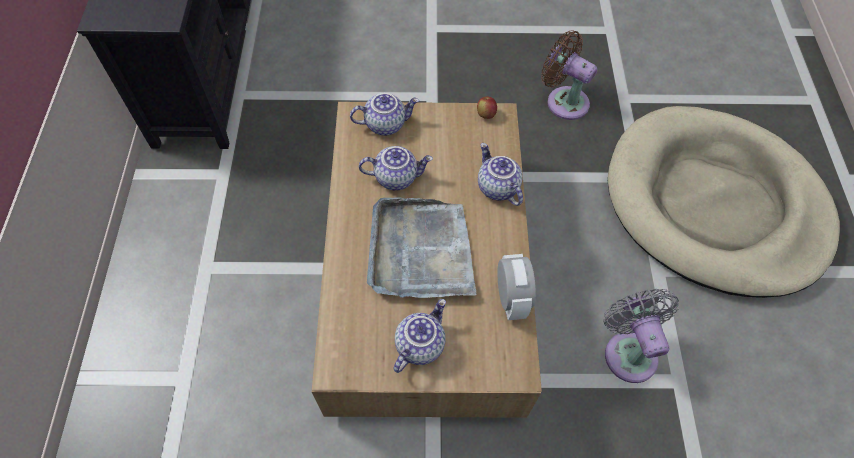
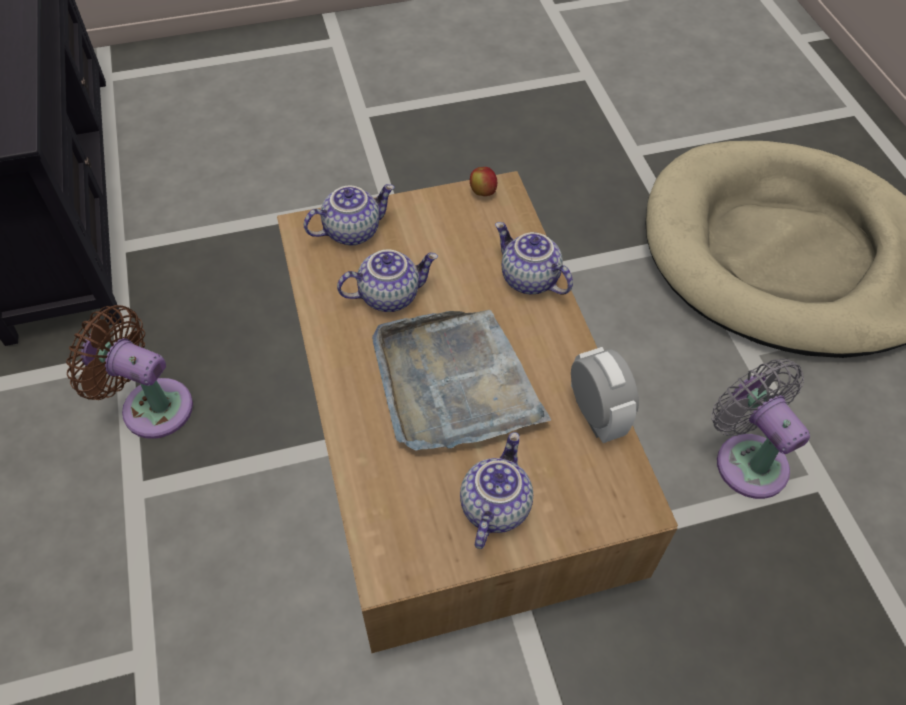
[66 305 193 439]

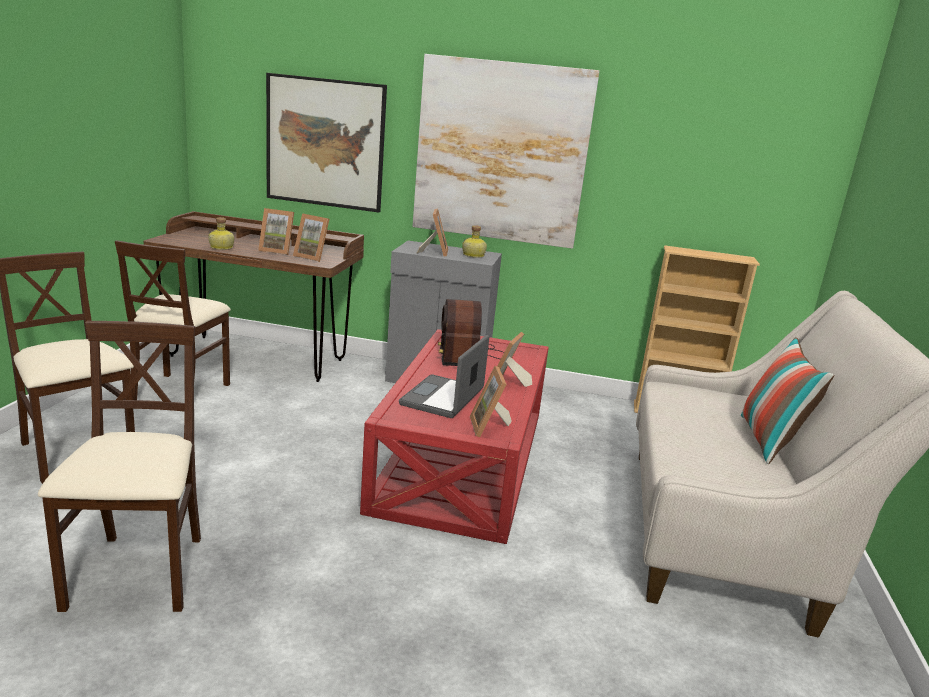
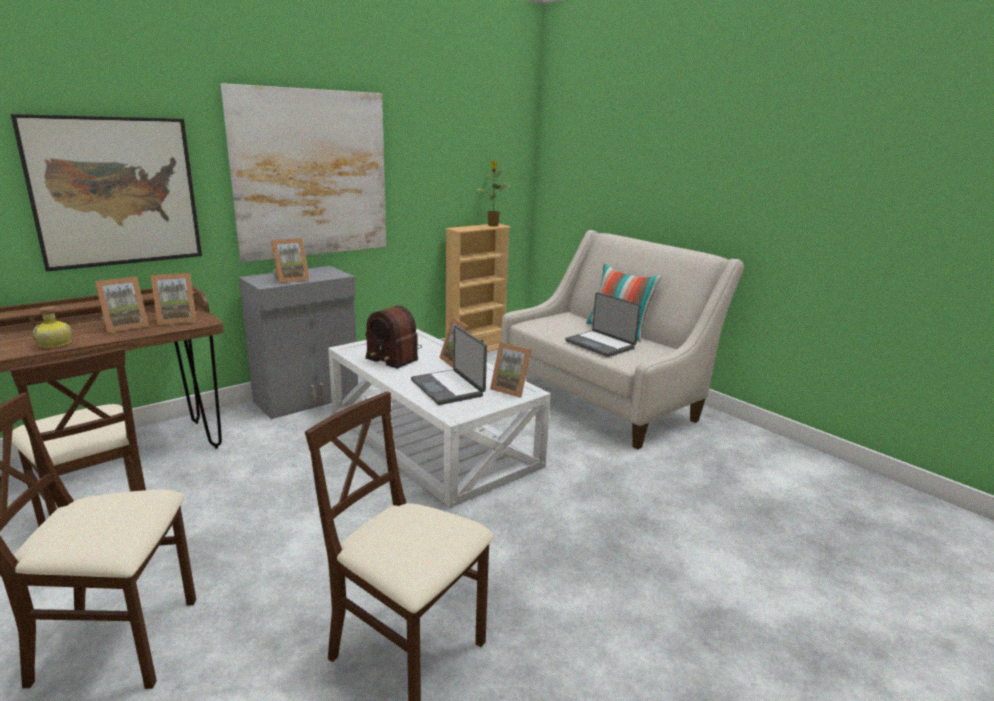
[328 329 551 508]
[271 238 310 283]
[462 225 487 258] (first image)
[476 160 512 227]
[565 292 641 357]

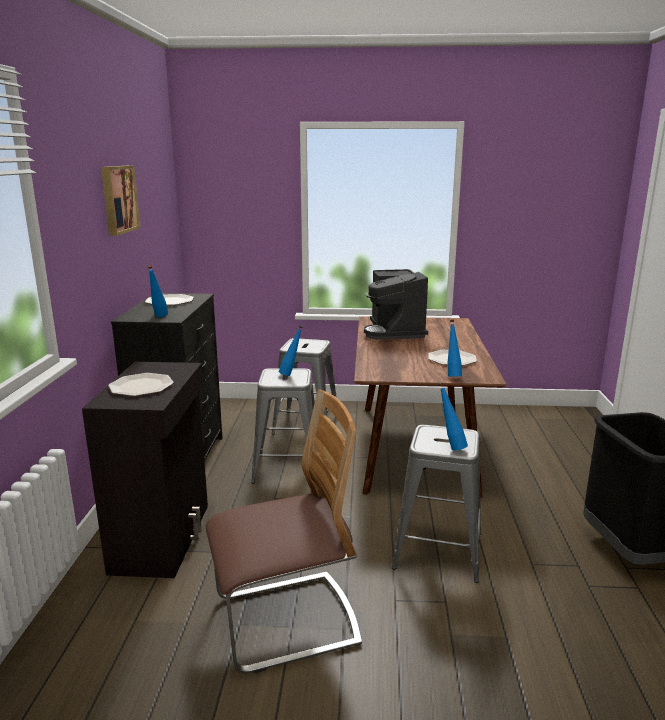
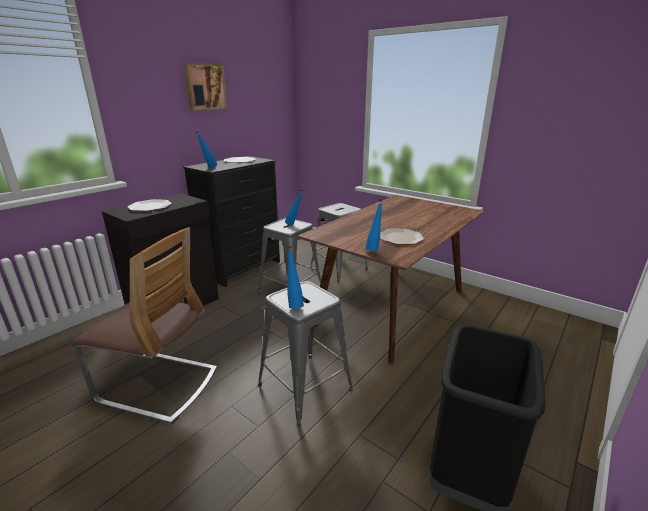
[364 269 428 340] (first image)

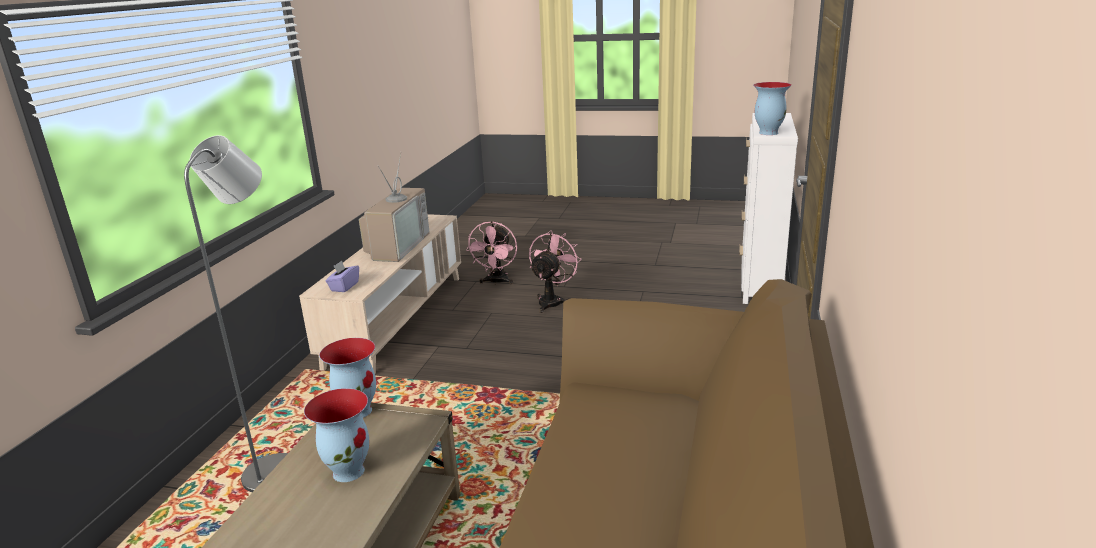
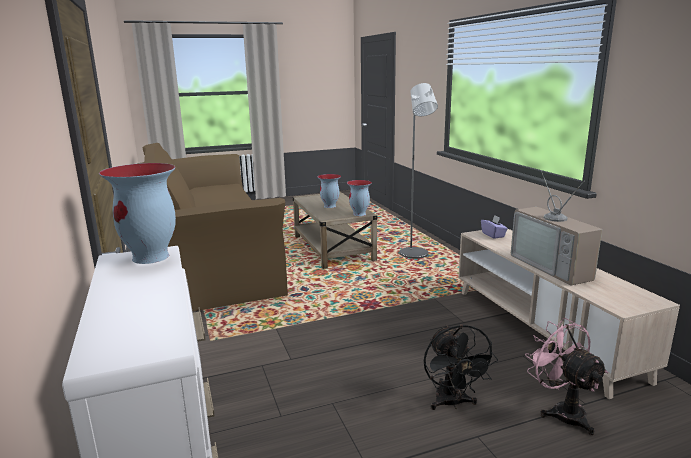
[424 324 498 410]

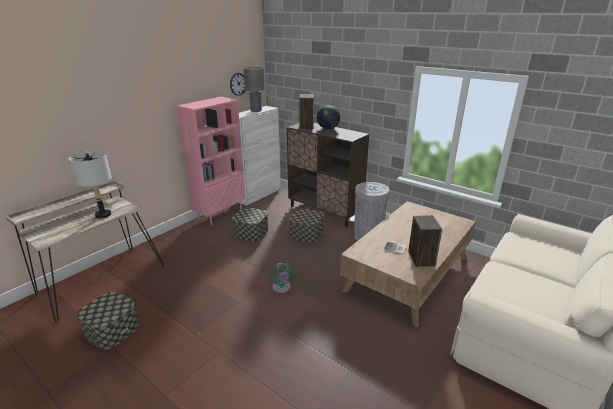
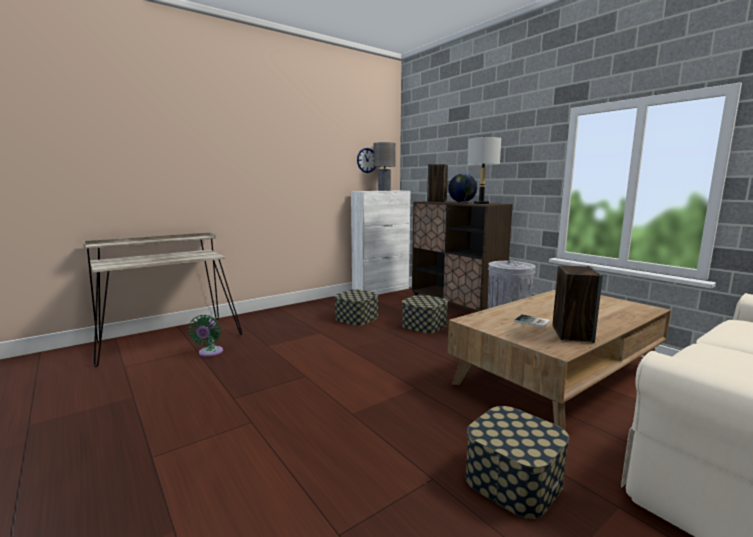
[467 136 501 204]
[466 406 569 519]
[177 97 245 226] (first image)
[188 315 223 357]

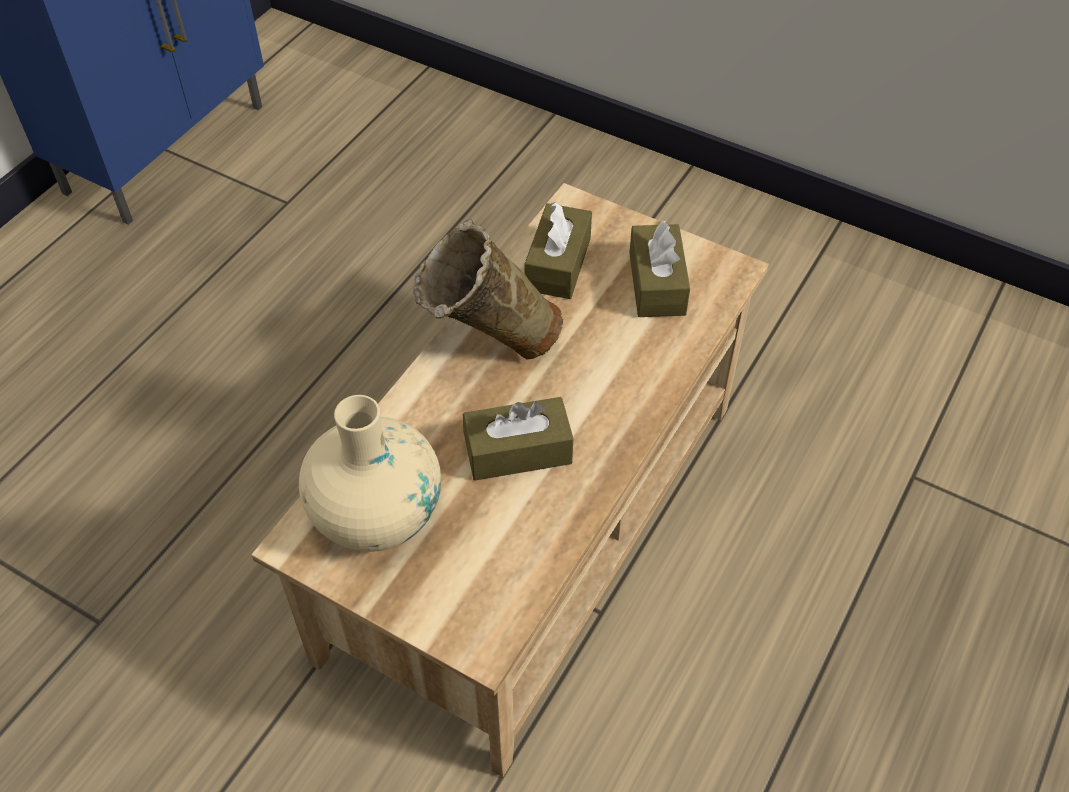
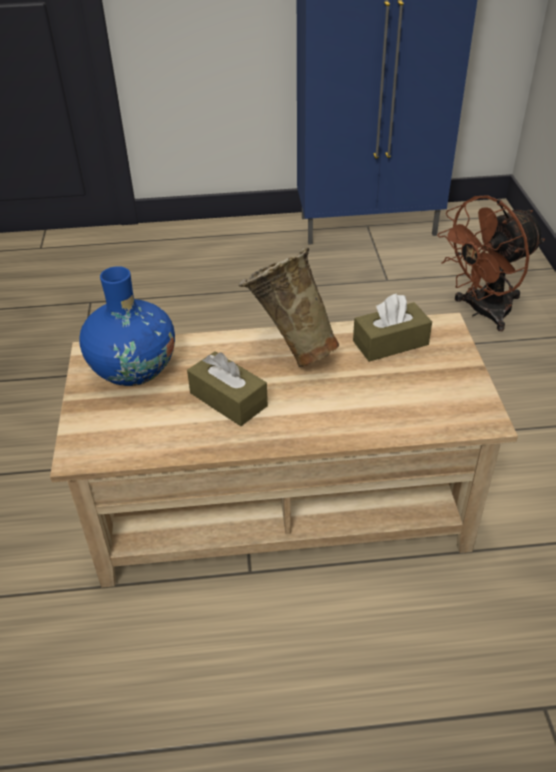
[79 266 175 386]
[629 220 690 317] (first image)
[437 195 545 331]

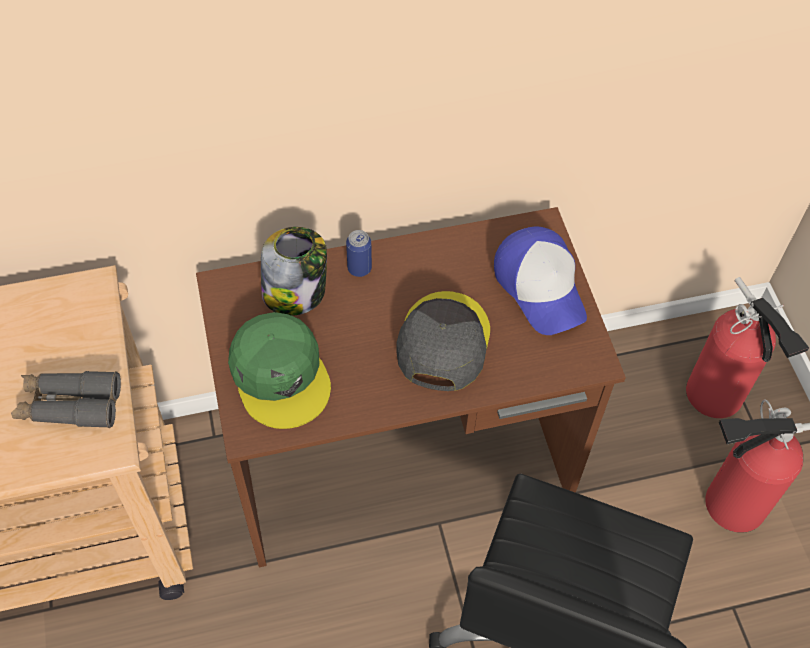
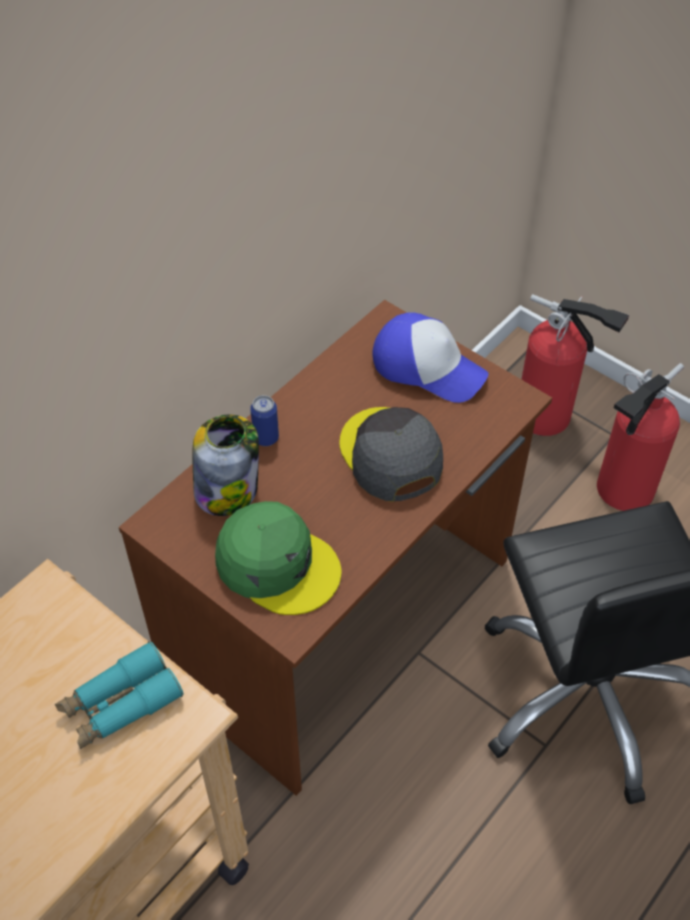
[55 641 183 749]

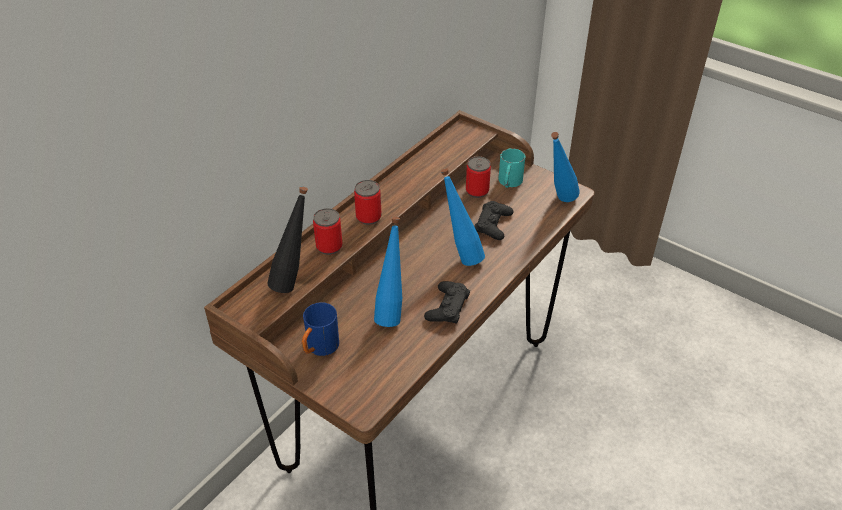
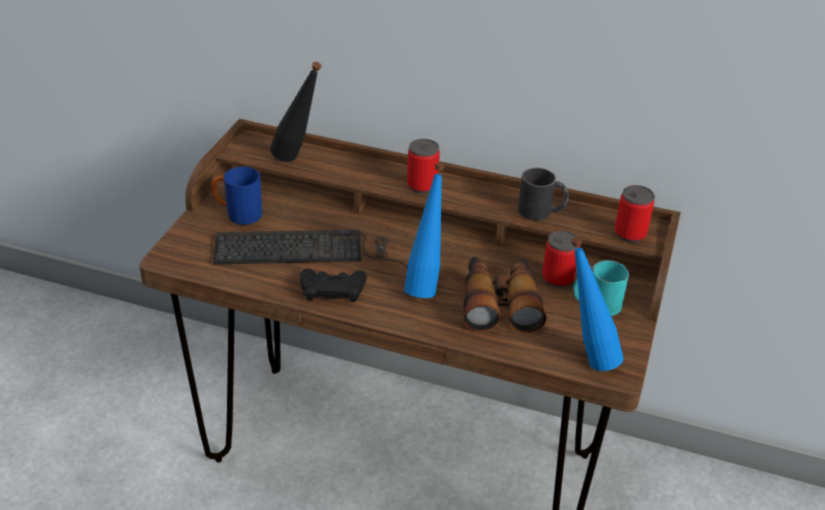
[615 185 655 243]
[213 230 408 268]
[463 257 546 333]
[518 168 569 221]

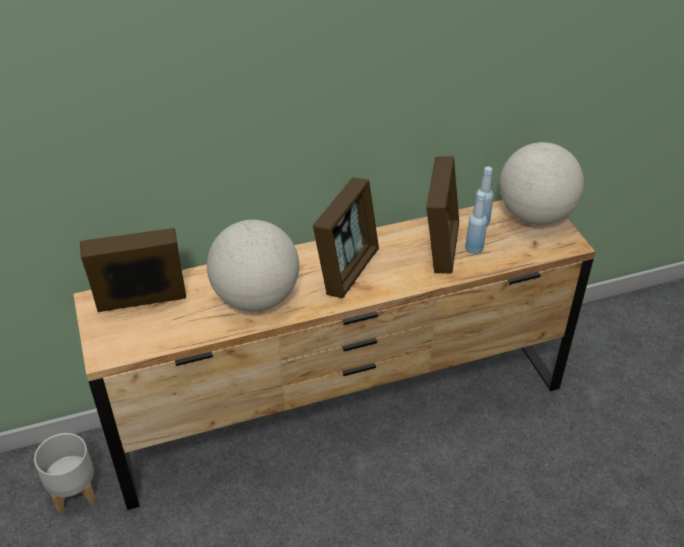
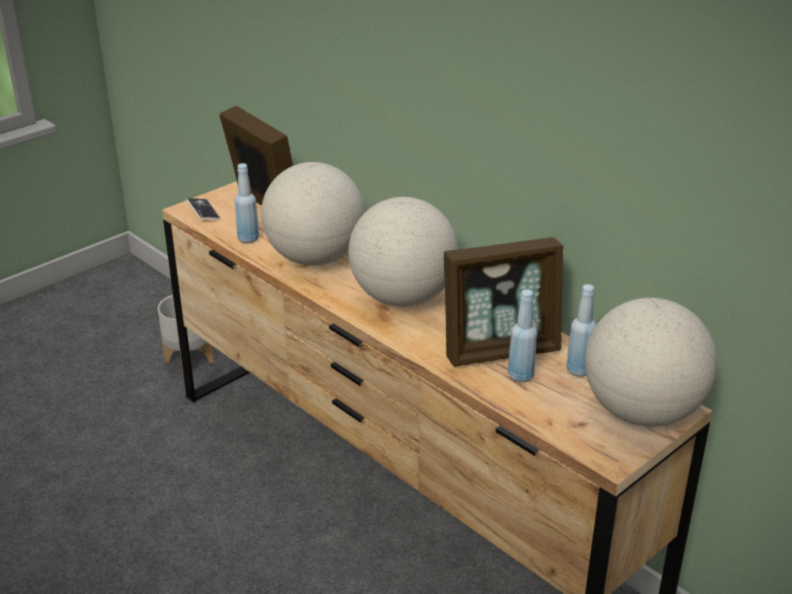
[348 197 458 307]
[187 198 220 220]
[235 163 259 243]

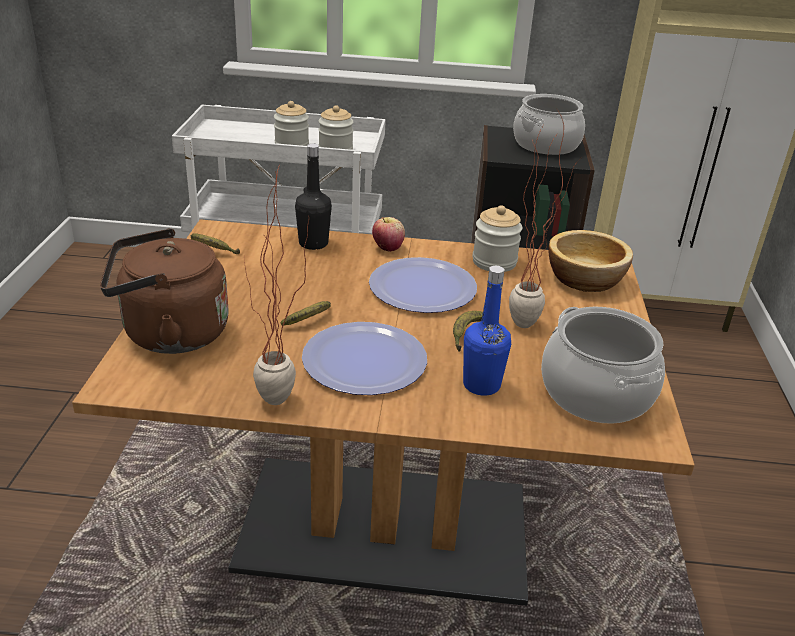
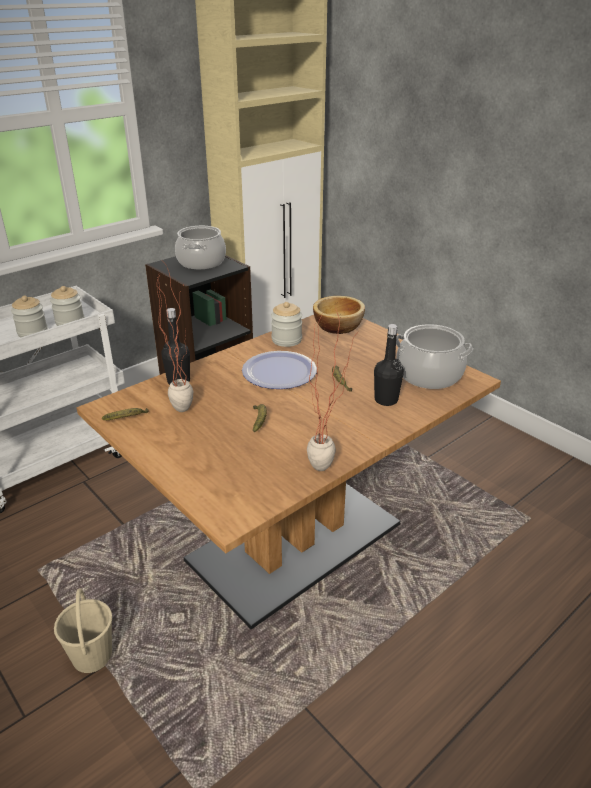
[100 229 229 354] (first image)
[302 322 427 395] (first image)
[372 217 405 252] (first image)
[374 324 404 406]
[157 264 193 412]
[54 588 112 673]

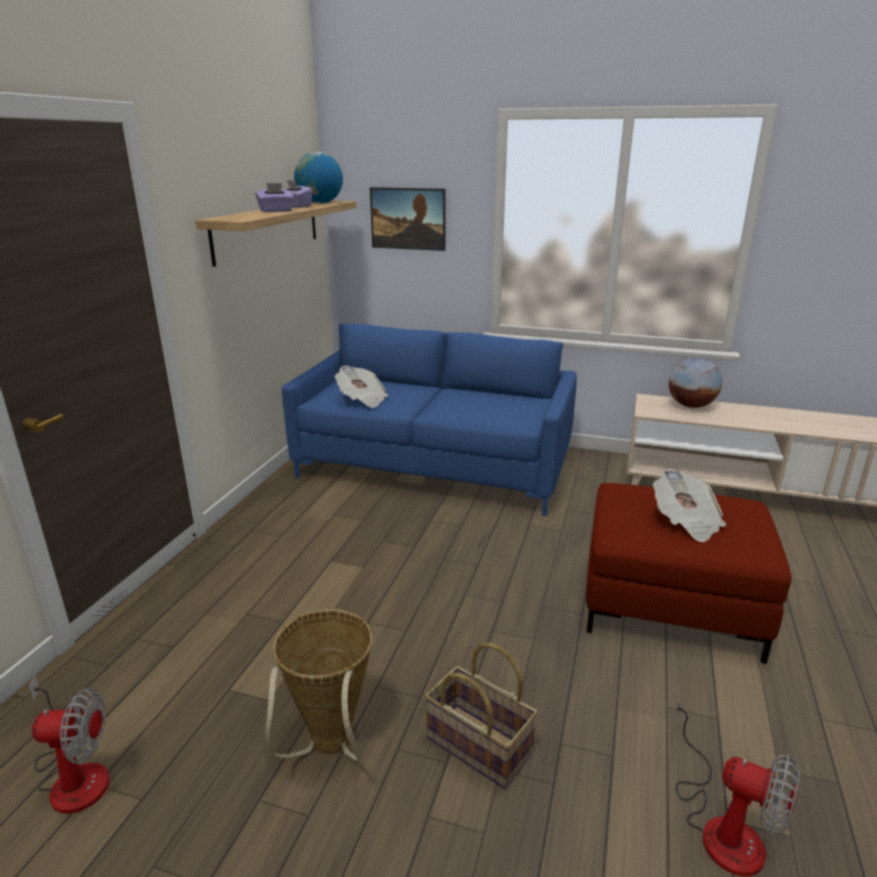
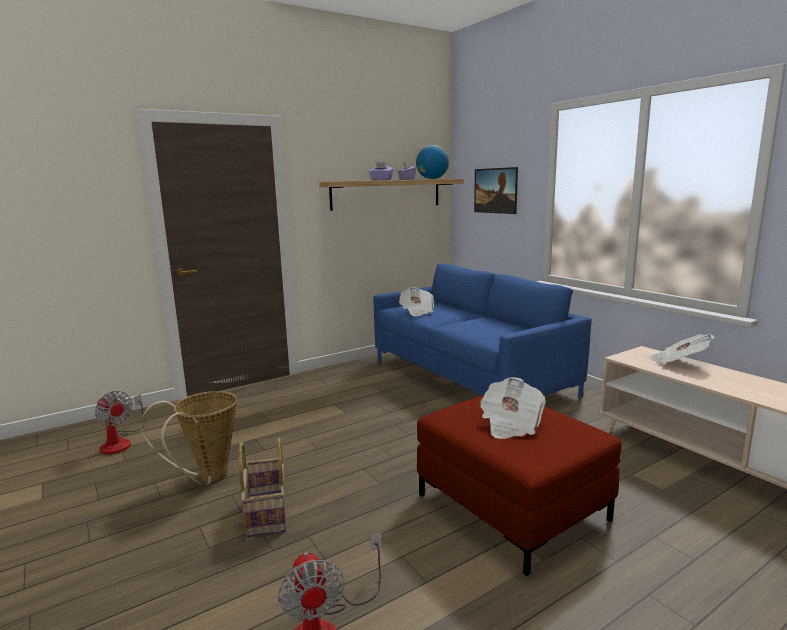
[649 334 715 364]

